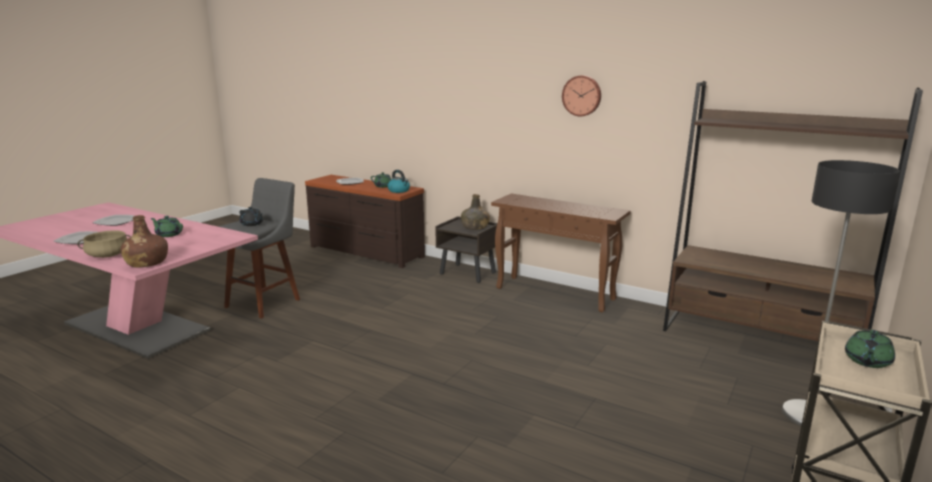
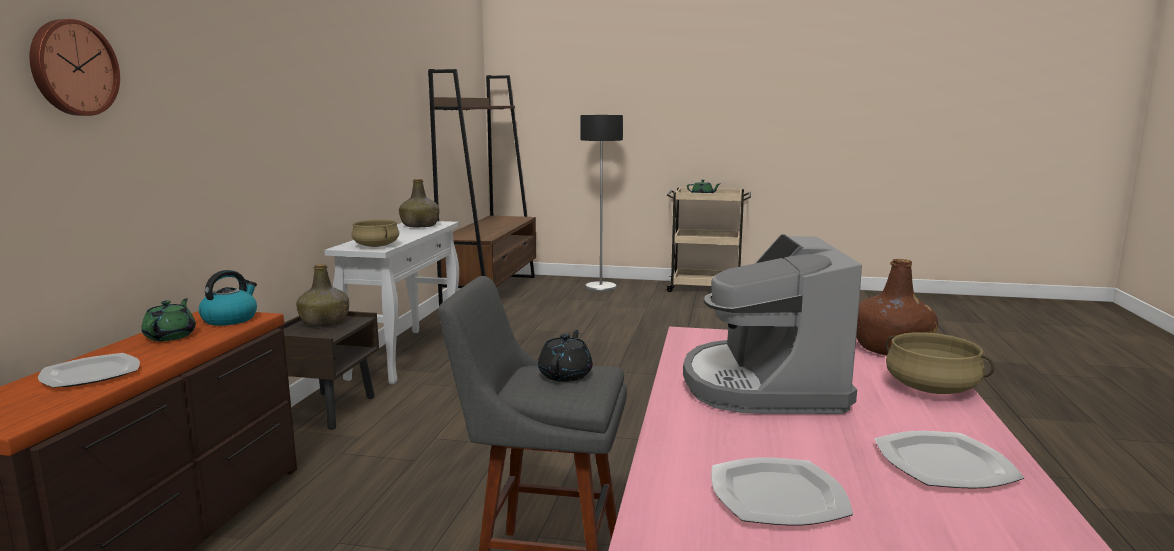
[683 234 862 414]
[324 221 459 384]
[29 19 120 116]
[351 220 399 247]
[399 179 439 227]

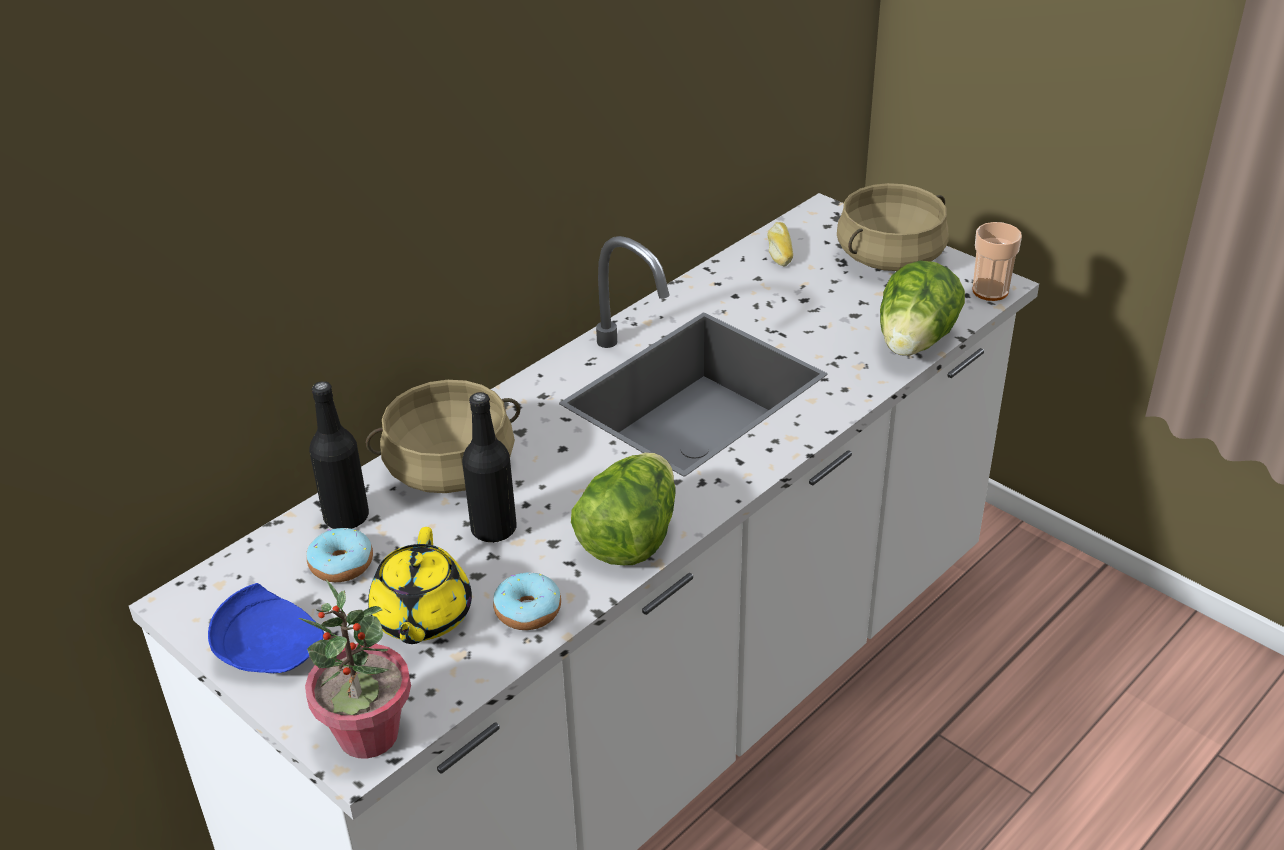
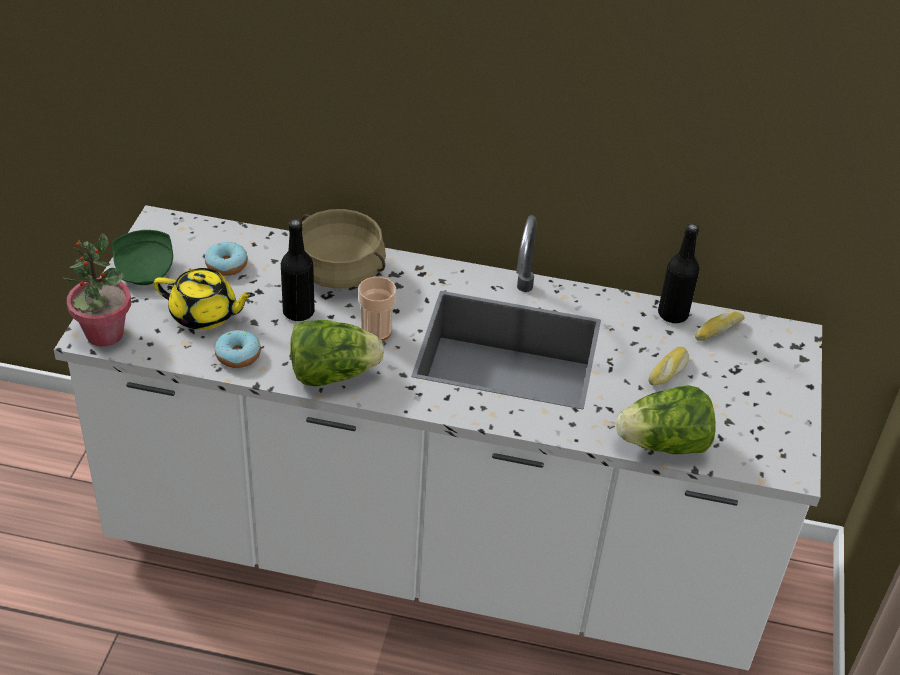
[112 230 173 285]
[658 224 700 324]
[154 268 255 330]
[837 183 948 271] (first image)
[358 277 396 341]
[648 347 689 385]

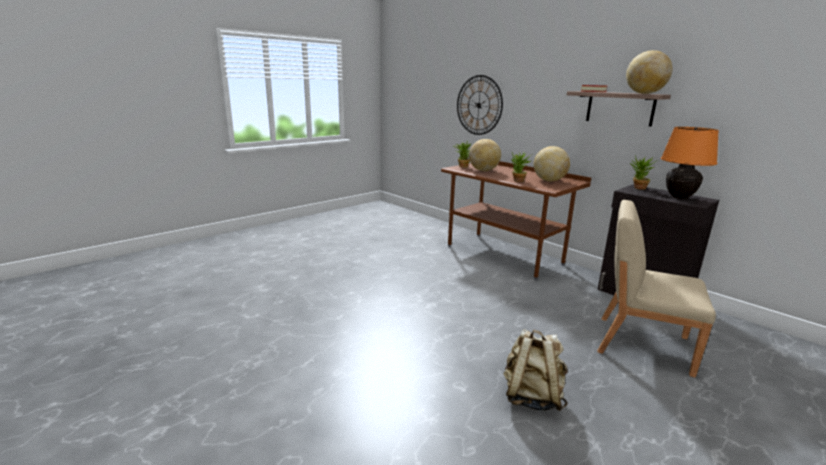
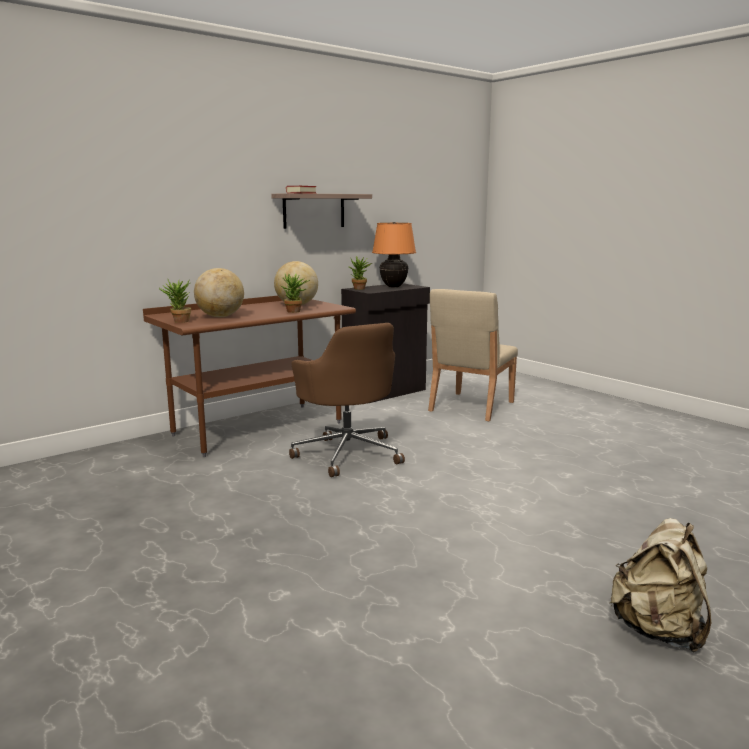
[457 75 503 135] (first image)
[609 518 711 653]
[626 50 672 94] (first image)
[289 323 405 477]

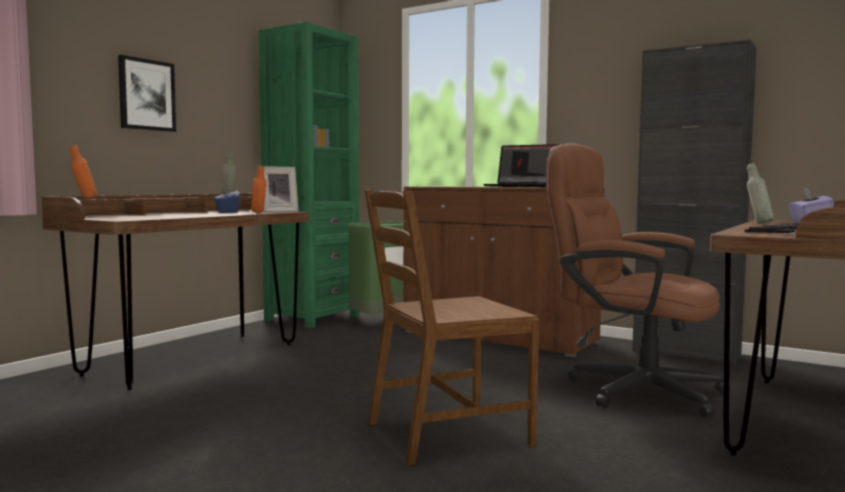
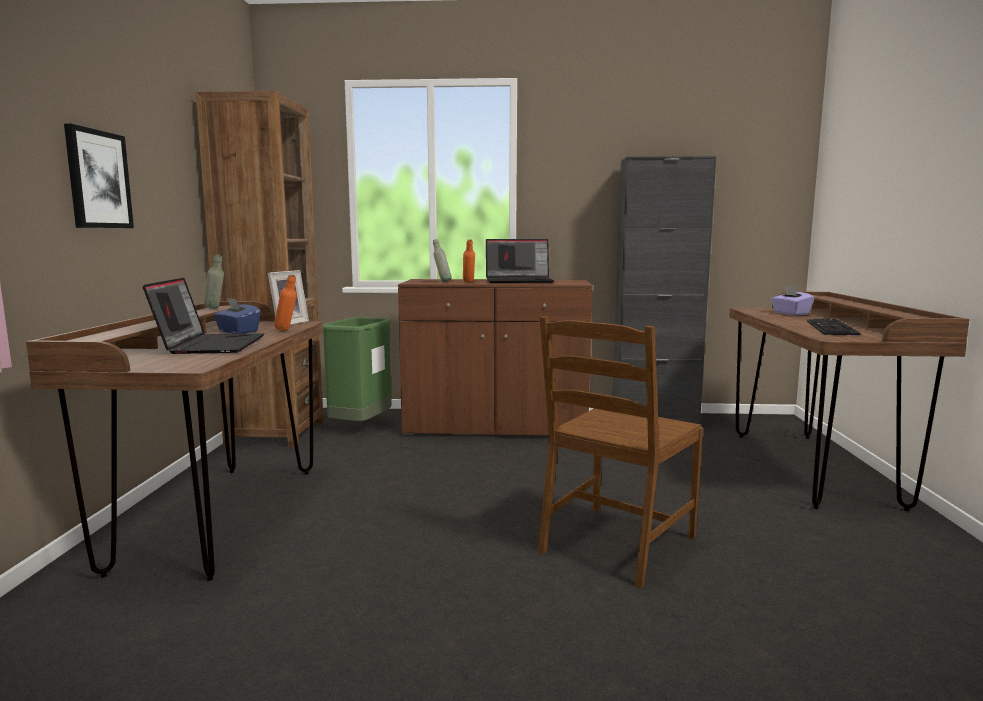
[463 239 475 283]
[195 91 324 447]
[546 143 730 417] (first image)
[433 239 452 282]
[143 278 264 354]

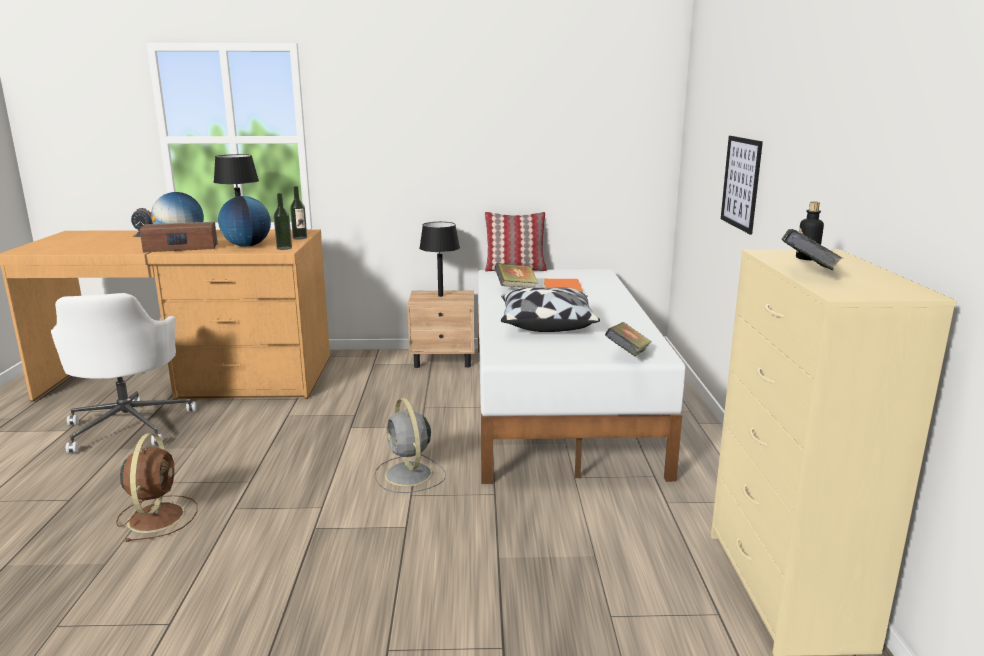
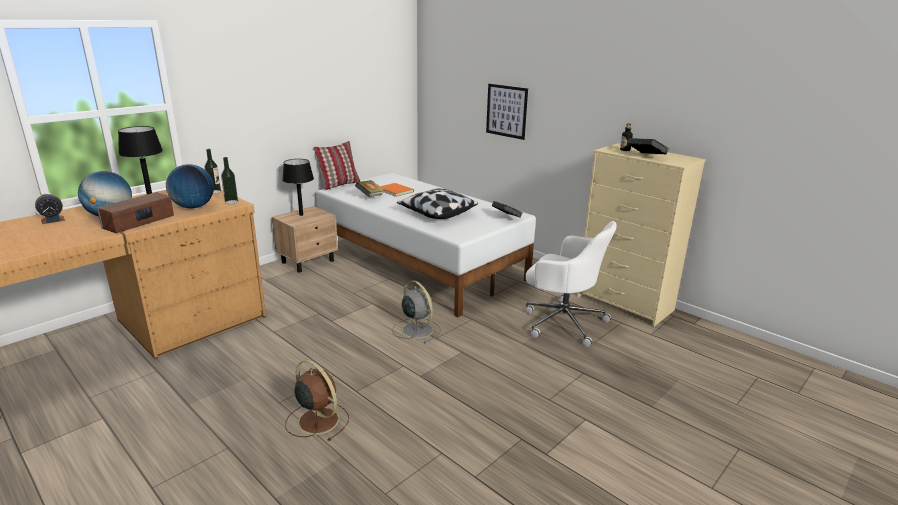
[525 221 617 347]
[392 281 441 343]

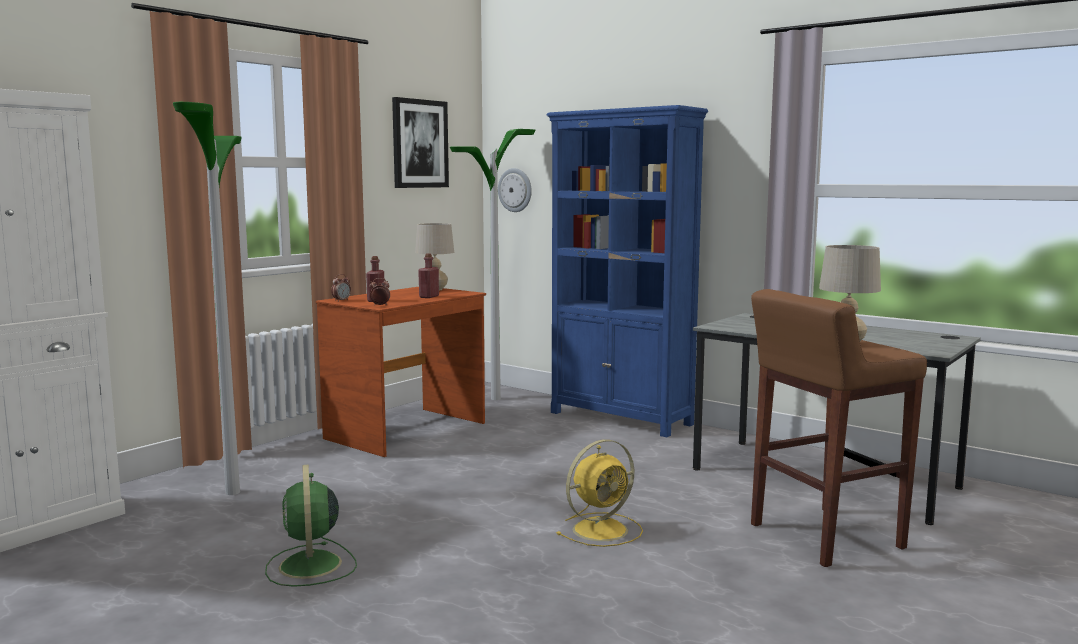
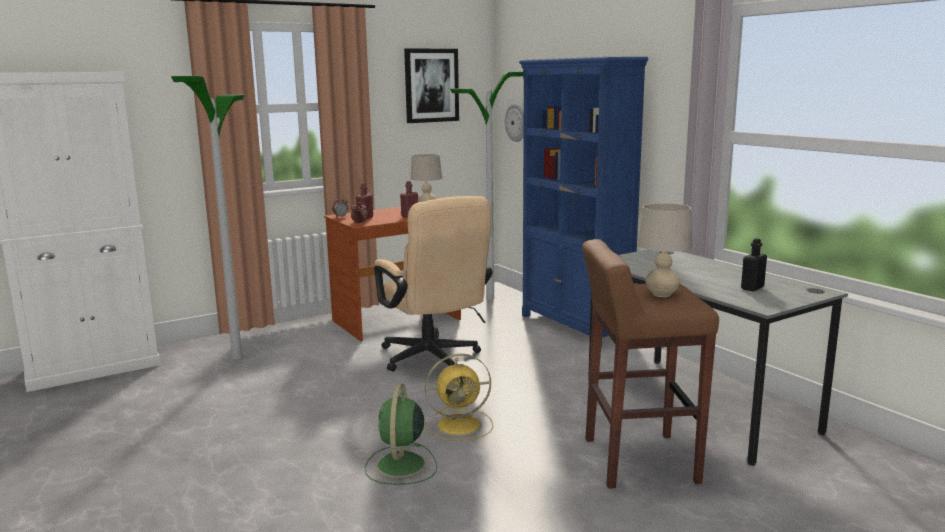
[365 384 437 485]
[374 196 493 372]
[741 238 767 291]

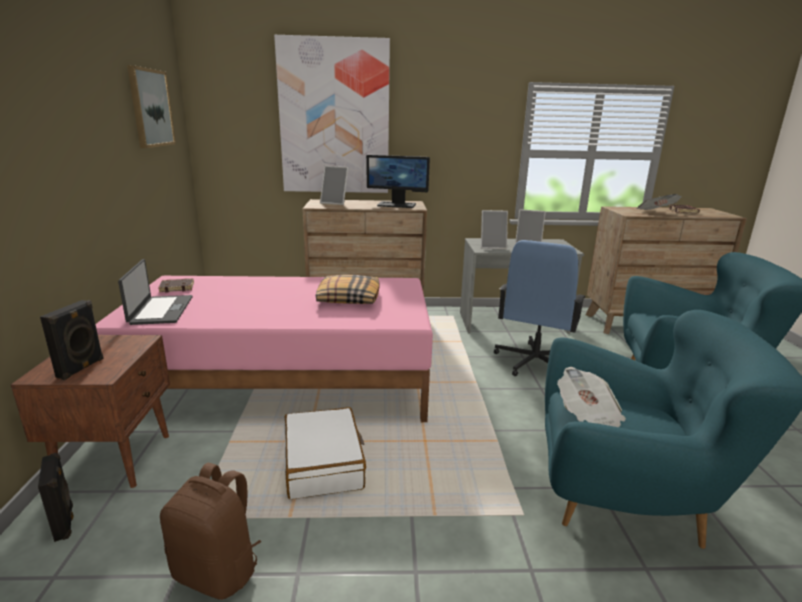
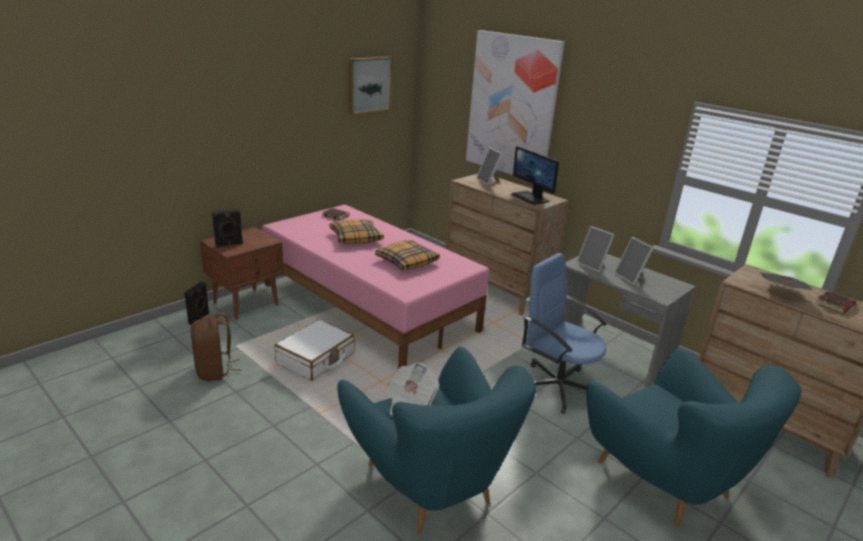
[118 259 192 325] (first image)
[522 253 607 414]
[330 219 384 244]

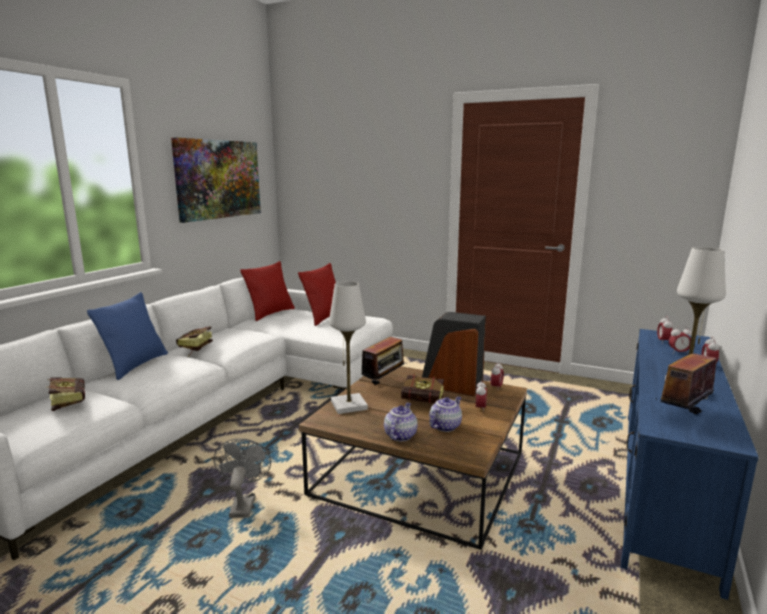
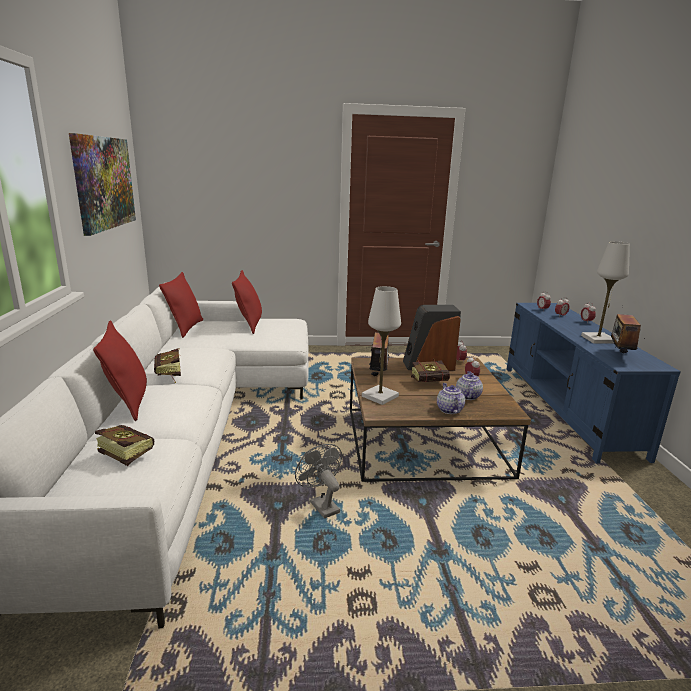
[93 320 147 421]

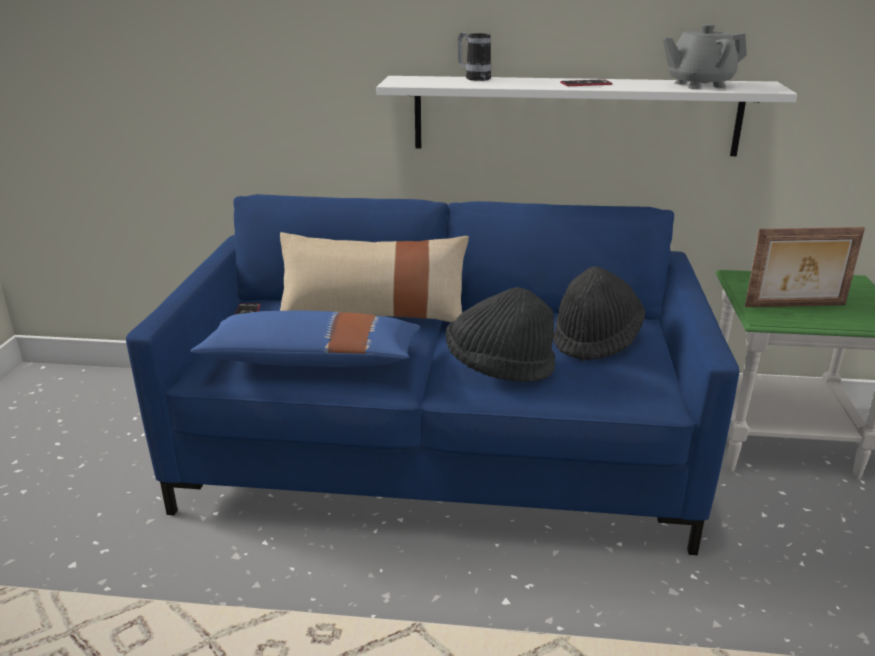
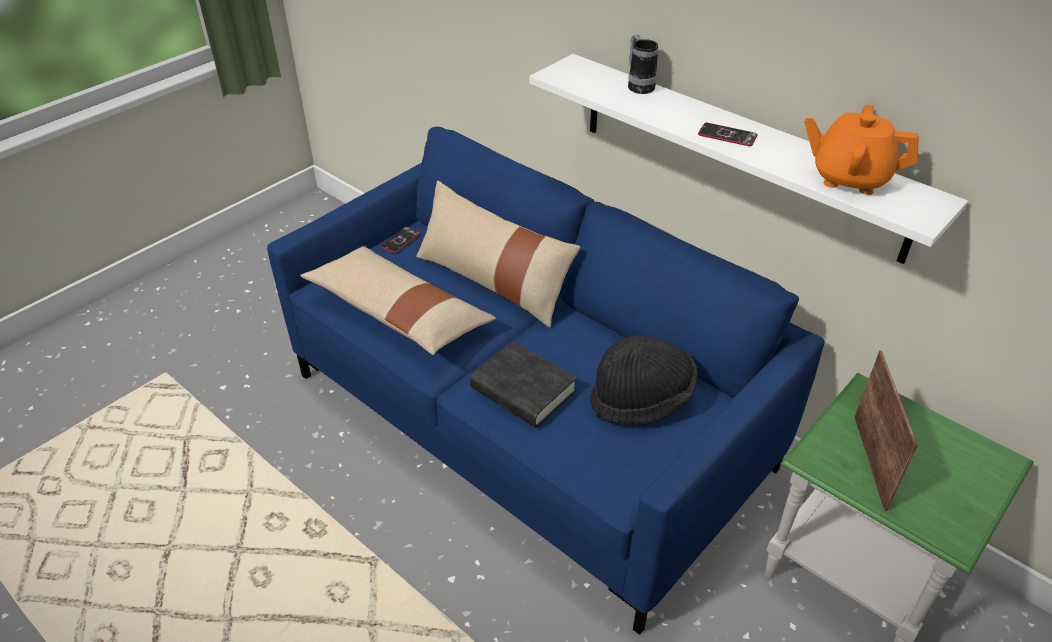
[300 246 496 355]
[470 341 577 428]
[804 105 919 195]
[855 351 918 511]

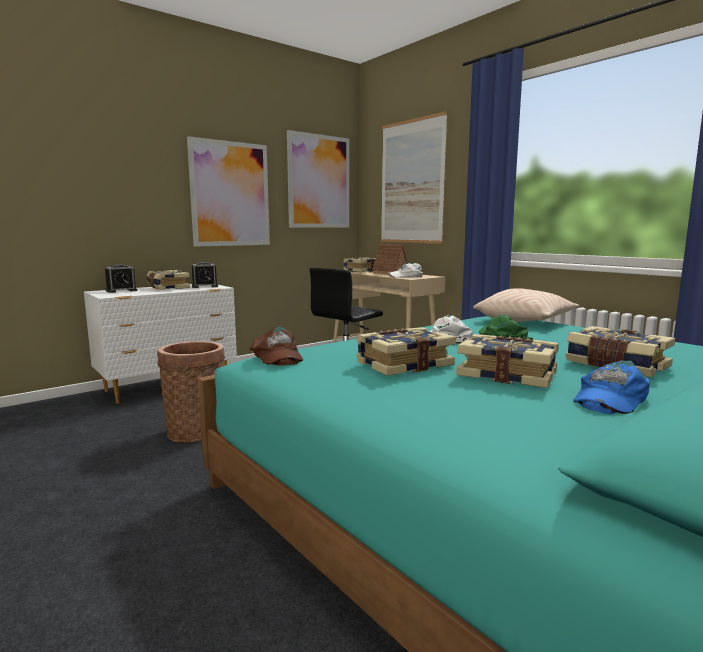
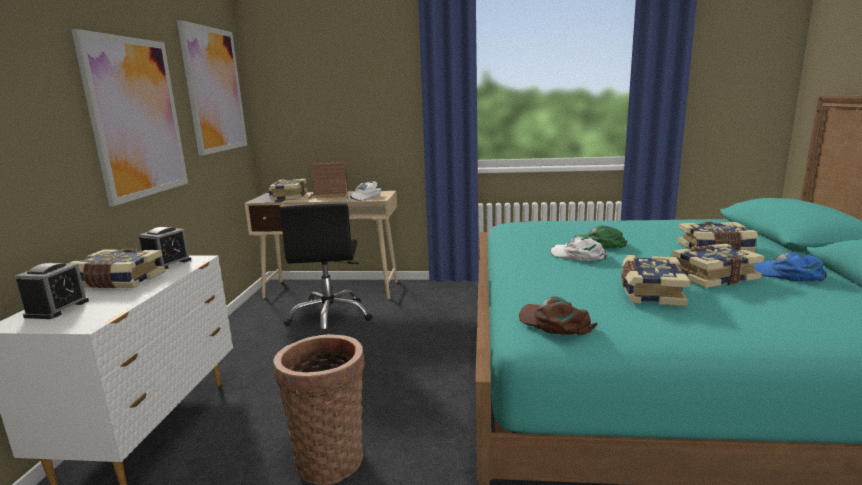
[519 297 598 335]
[381 111 448 244] (first image)
[473 288 580 322] (first image)
[752 252 827 282]

